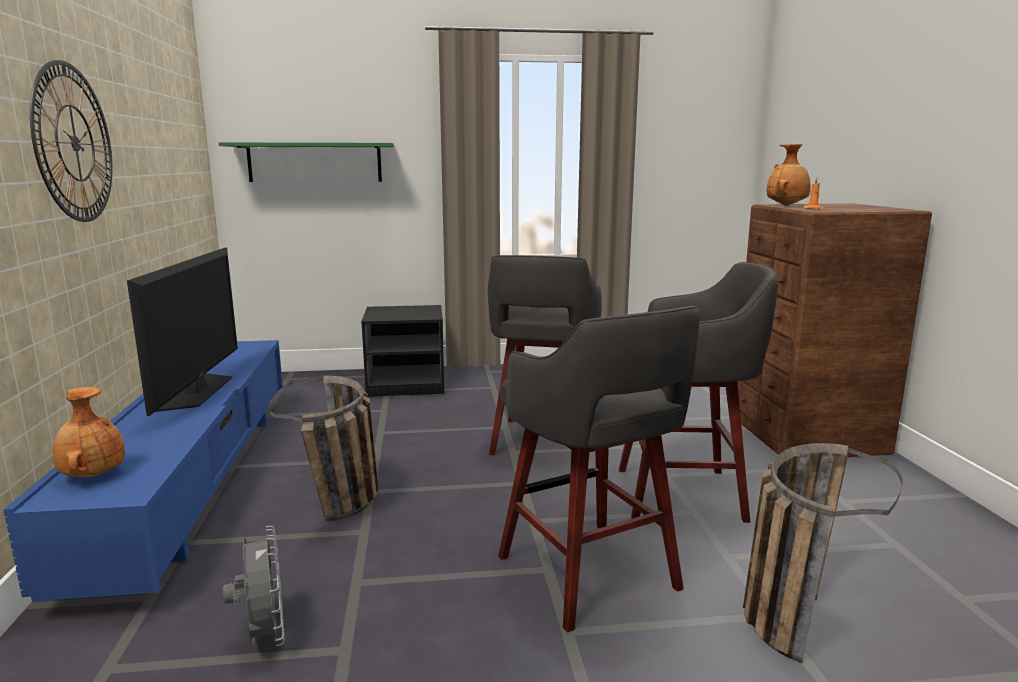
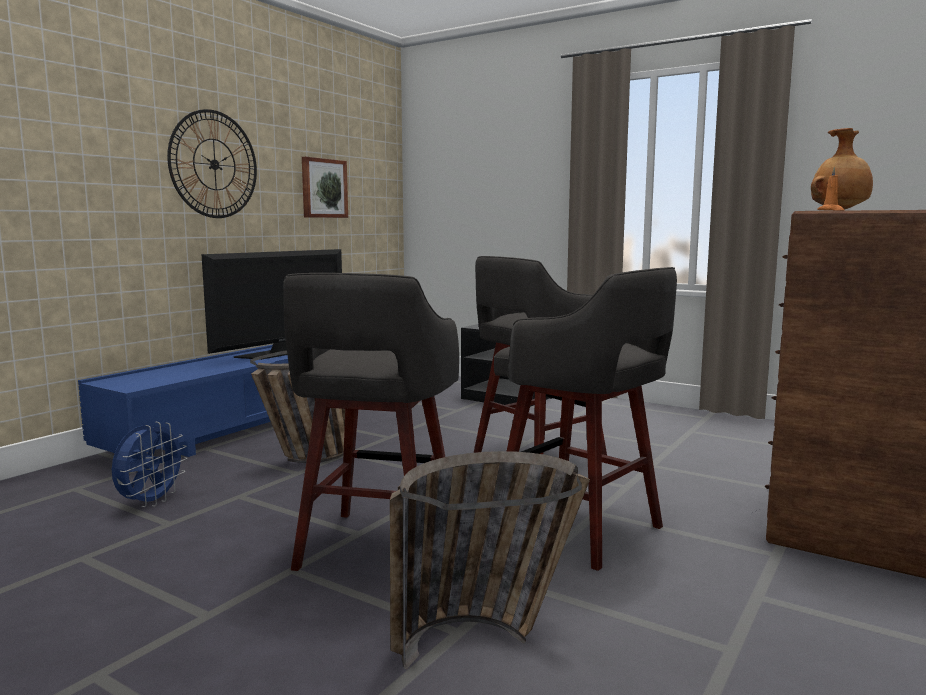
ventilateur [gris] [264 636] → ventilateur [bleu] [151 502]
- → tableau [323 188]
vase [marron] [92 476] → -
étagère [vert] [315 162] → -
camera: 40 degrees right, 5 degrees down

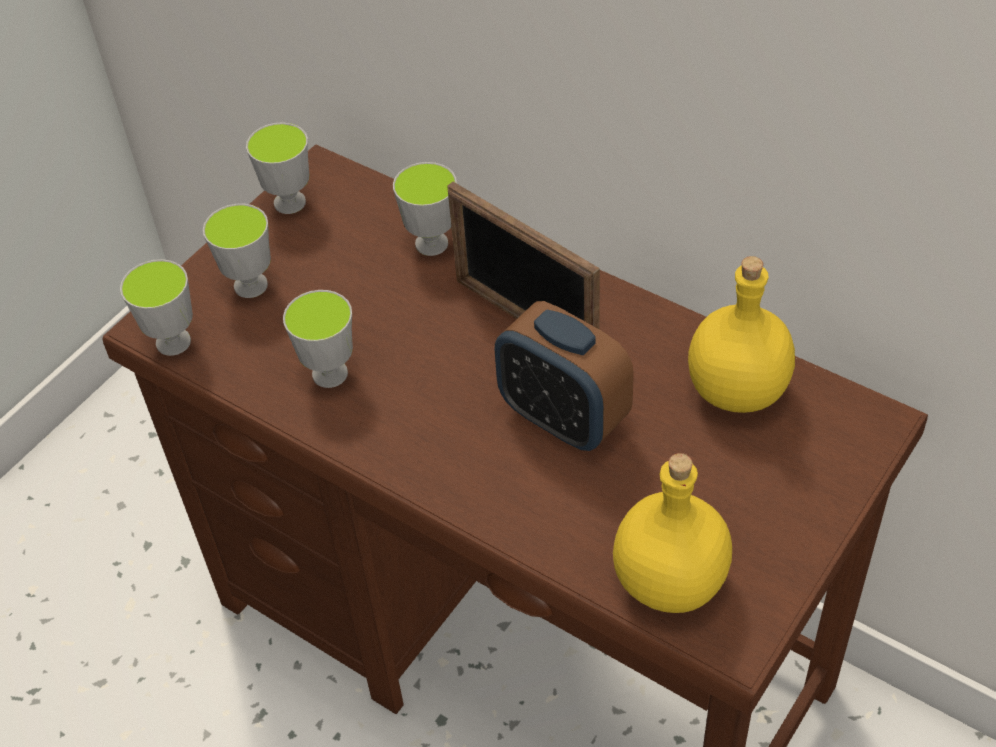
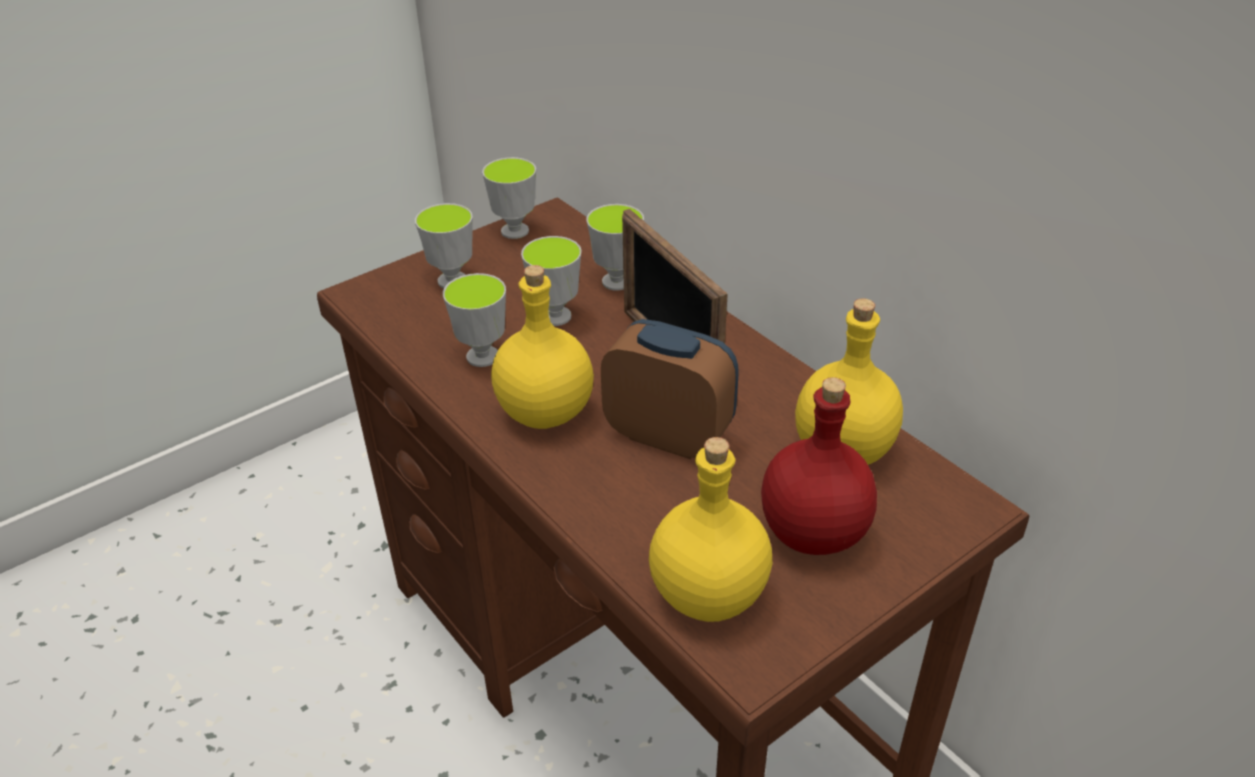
- → bouteille [jaune] [546 413]
tasse [173 342] → tasse [555 316], moved
réveil [563 418] → réveil [669 435], 150 degrees clockwise
- → bouteille [rouge] [813 534]
camera: 15 degrees right, 10 degrees down

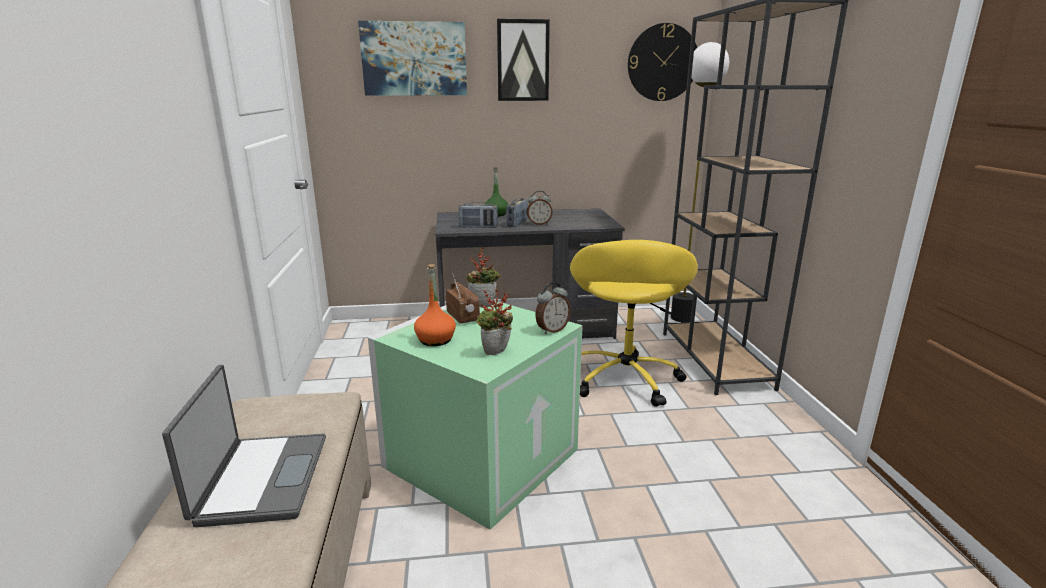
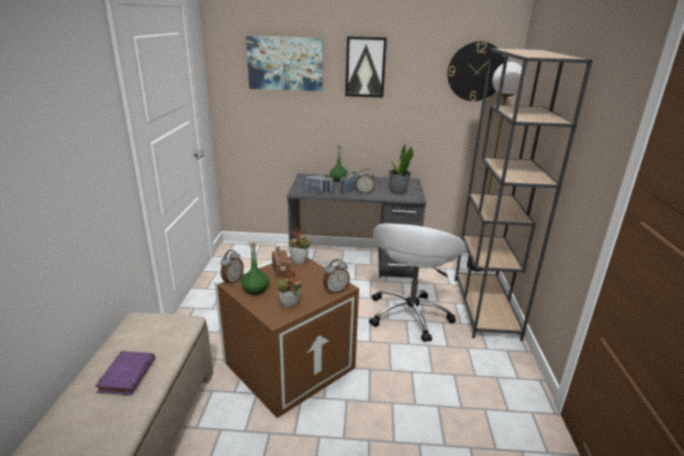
ordinateur portable [261 479] → livre [violet] [127 375]
boîte de rangement [vert] [481 456] → boîte de rangement [marron] [289 363]
- → réveil [232 281]
bouteille [orange] [435 340] → bouteille [vert] [255 289]
chaise de bureau [jaune] [624 381] → chaise de bureau [blanc] [409 317]
- → plante en pot [398 191]
camera: 10 degrees right, 5 degrees up

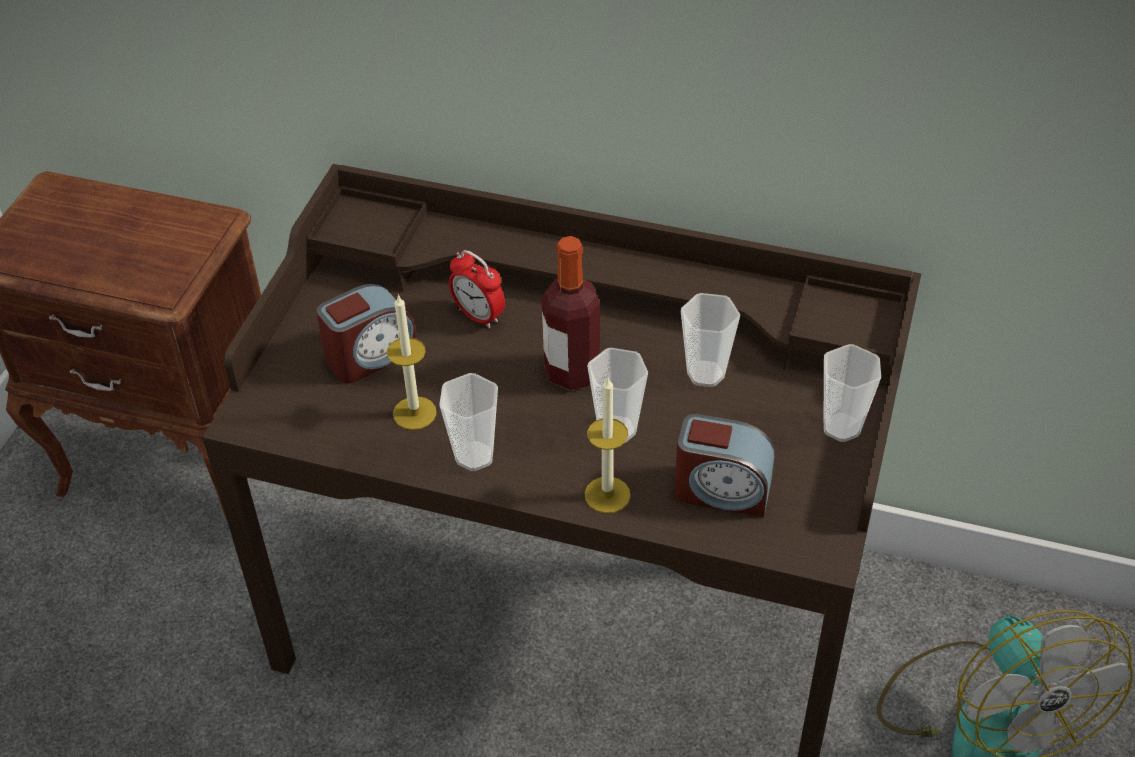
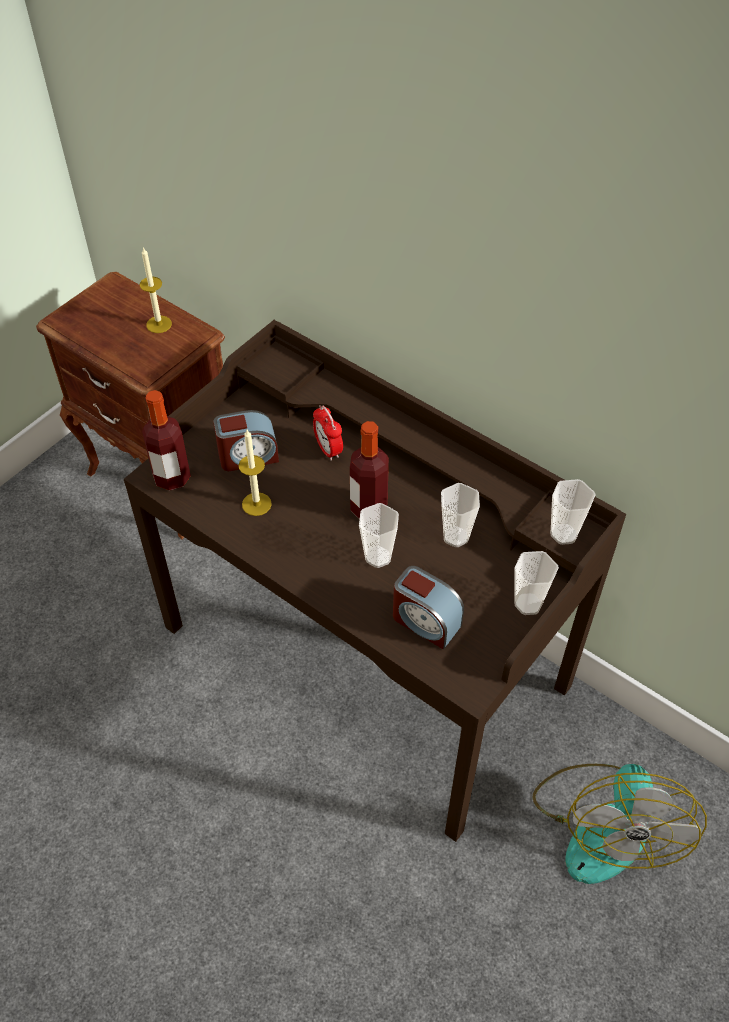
bougie [607 495] → bougie [159 324], moved
- → bouteille [172 477]
tasse [474 456] → tasse [564 534], moved
camera: 20 degrees right, 5 degrees up

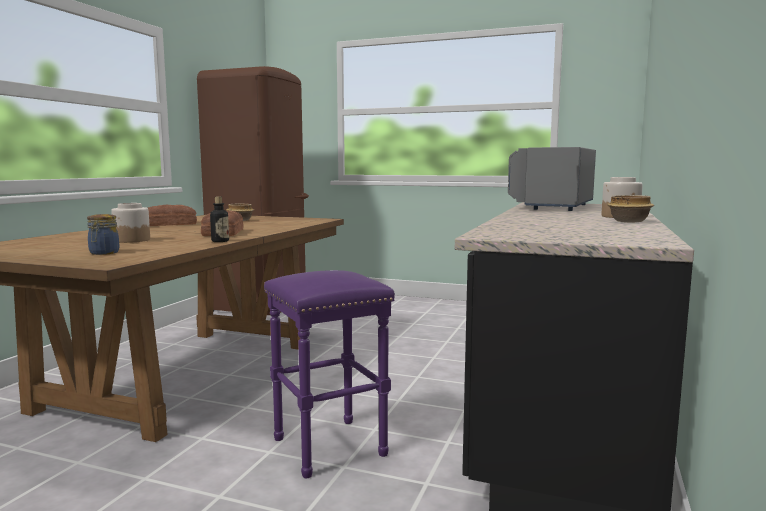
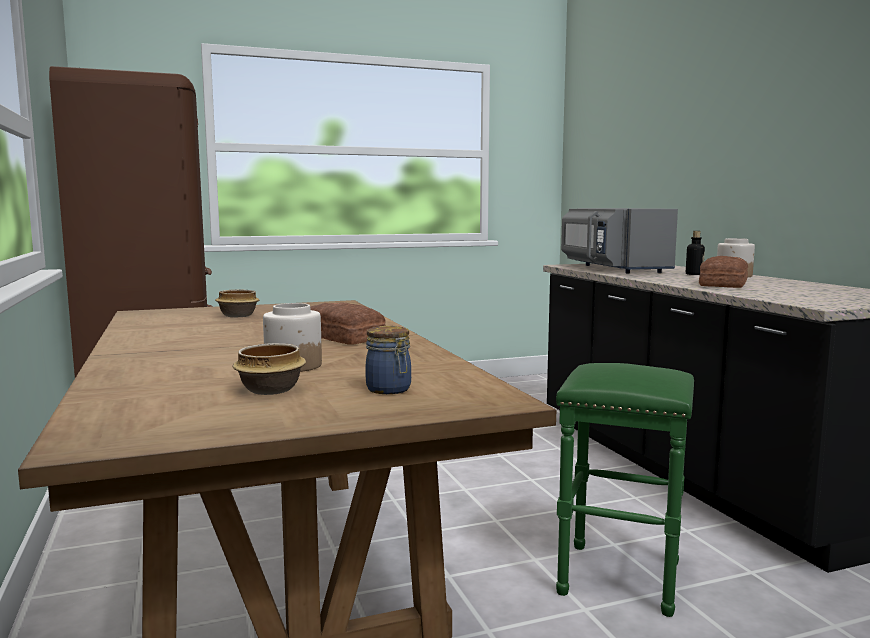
bol [630 221] → bol [272 390], moved
tabouret [violet] [328 448] → tabouret [vert] [621 579]
bouteille [220 241] → bouteille [694 274], moved
pain [169 224] → pain [721 284], moved
camera: 40 degrees left, 0 degrees up

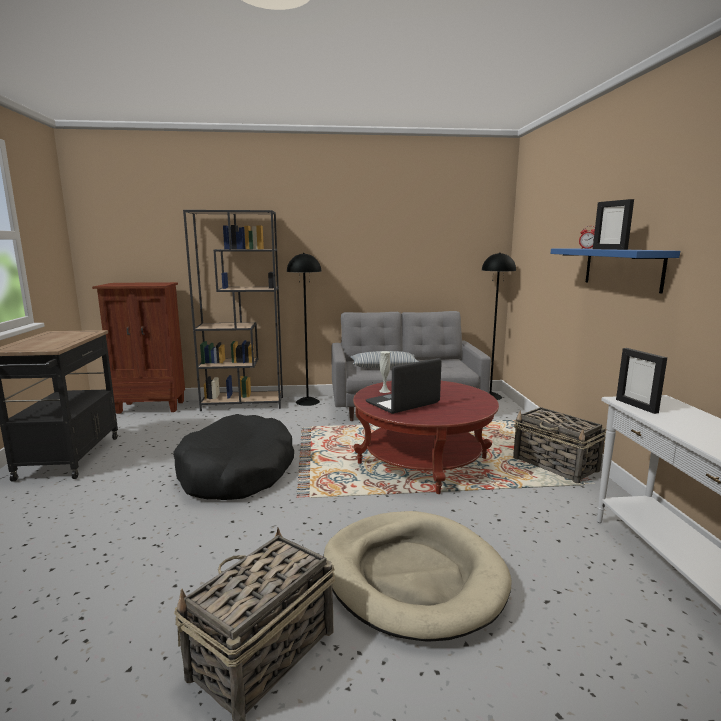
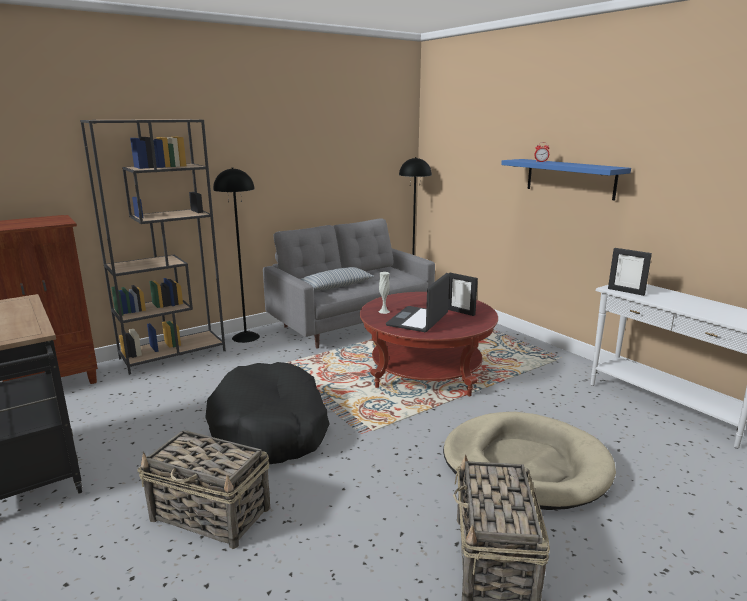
panier [556 465] → panier [211 514], moved
cadre photo [610 249] → cadre photo [460 312], moved
camera: 30 degrees left, 5 degrees up

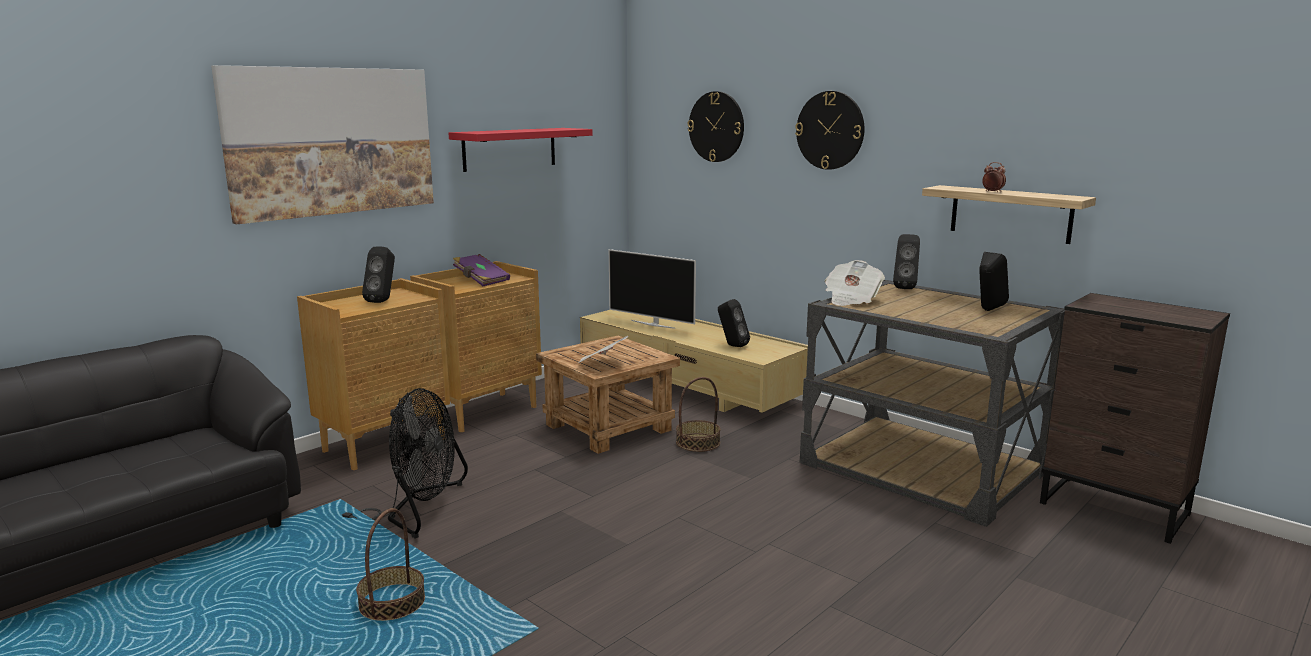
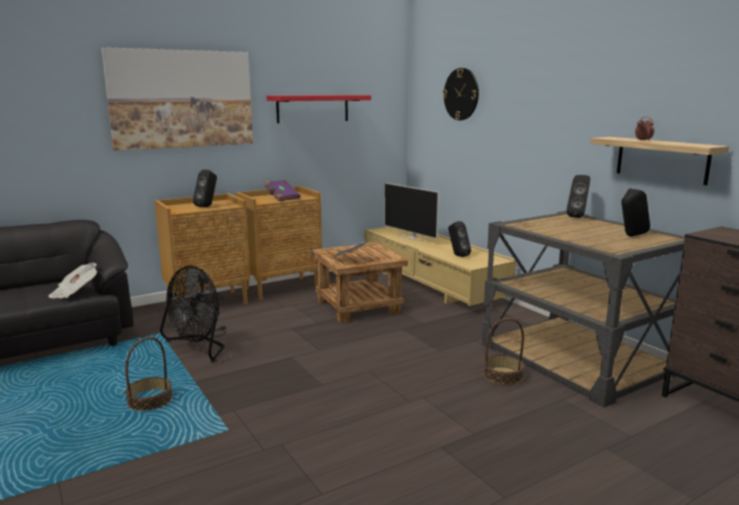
journal [851 299] → journal [75 293], moved
ventilateur [noir] [415 509] → ventilateur [noir] [201 345], 105 degrees clockwise
panier [698 442] → panier [502 376], moved
horloge murale [830 130] → -
camera: 15 degrees right, 0 degrees up

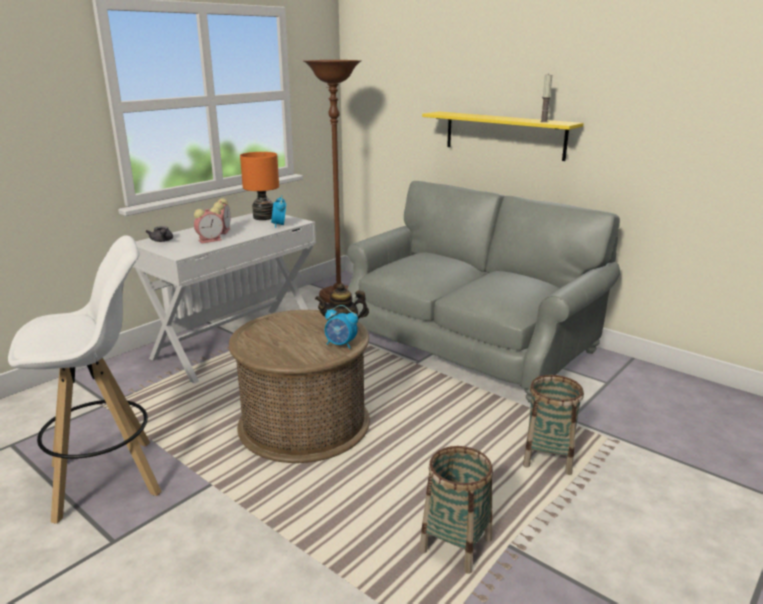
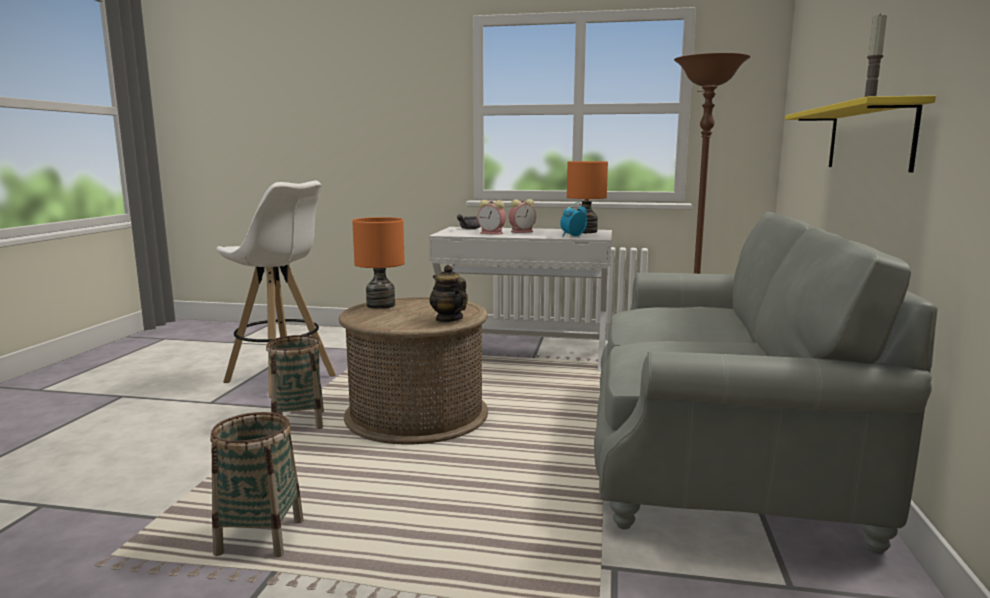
panier [548 457] → panier [298 422], moved
- → lampe de table [orange] [381 305]
réveil [341 344] → -
camera: 60 degrees right, 10 degrees down

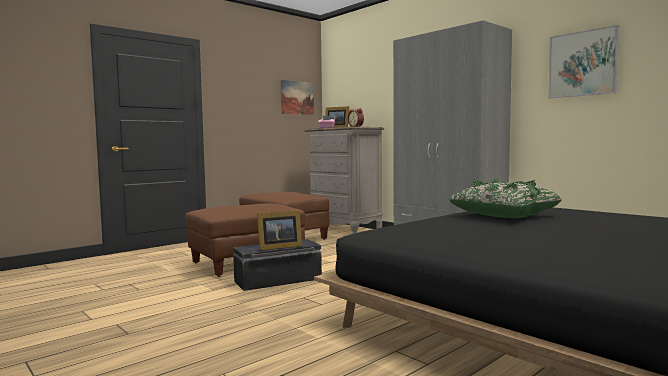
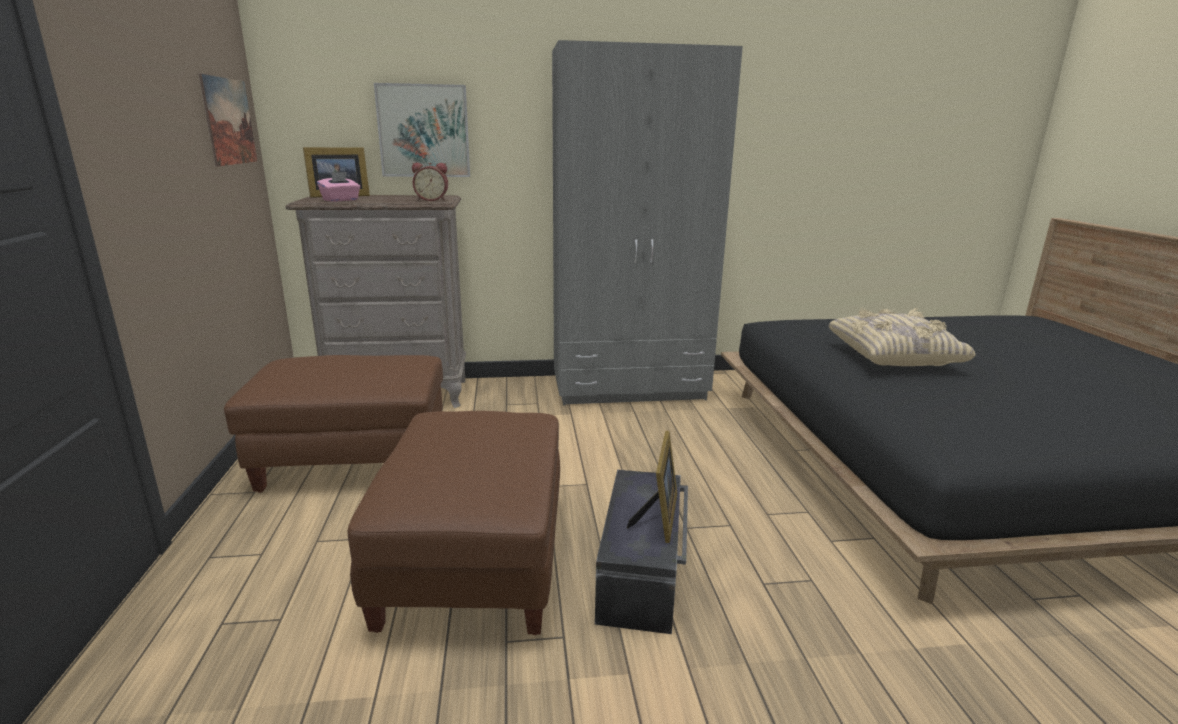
tableau [582 63] → tableau [423 131], moved
coussin [vert] [504 216] → coussin [beige] [893 359]
camera: 55 degrees left, 15 degrees up

